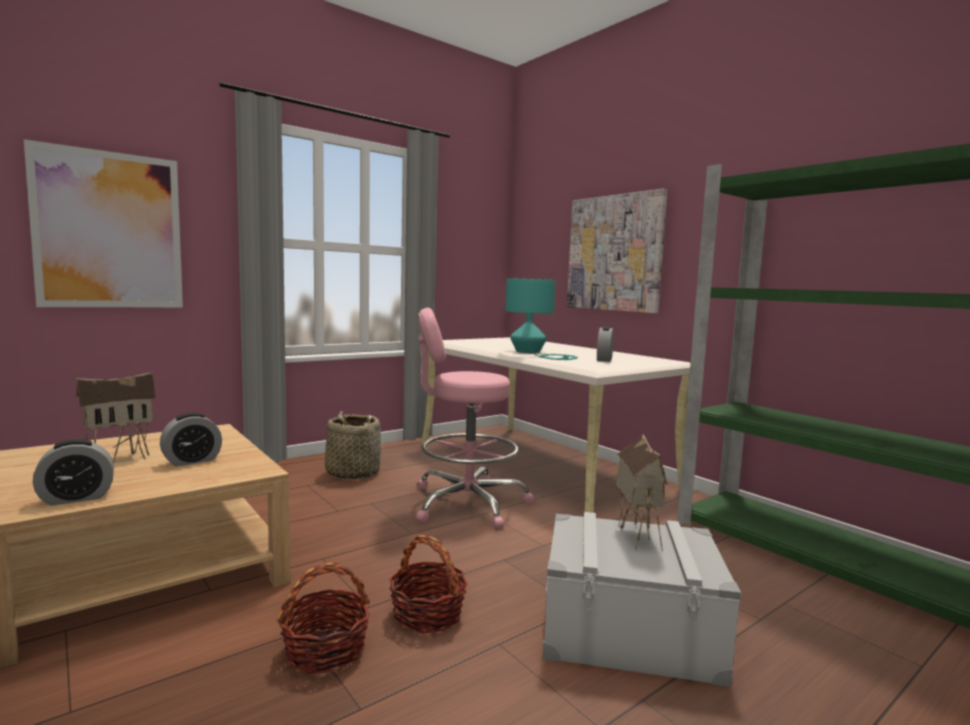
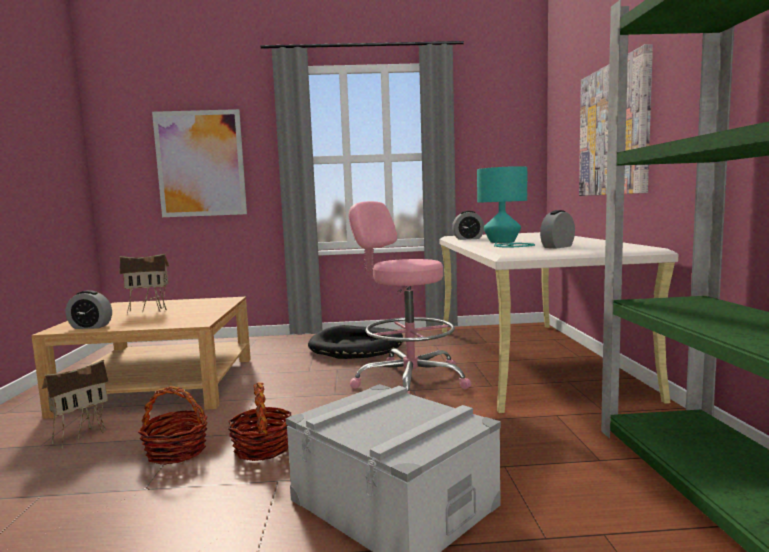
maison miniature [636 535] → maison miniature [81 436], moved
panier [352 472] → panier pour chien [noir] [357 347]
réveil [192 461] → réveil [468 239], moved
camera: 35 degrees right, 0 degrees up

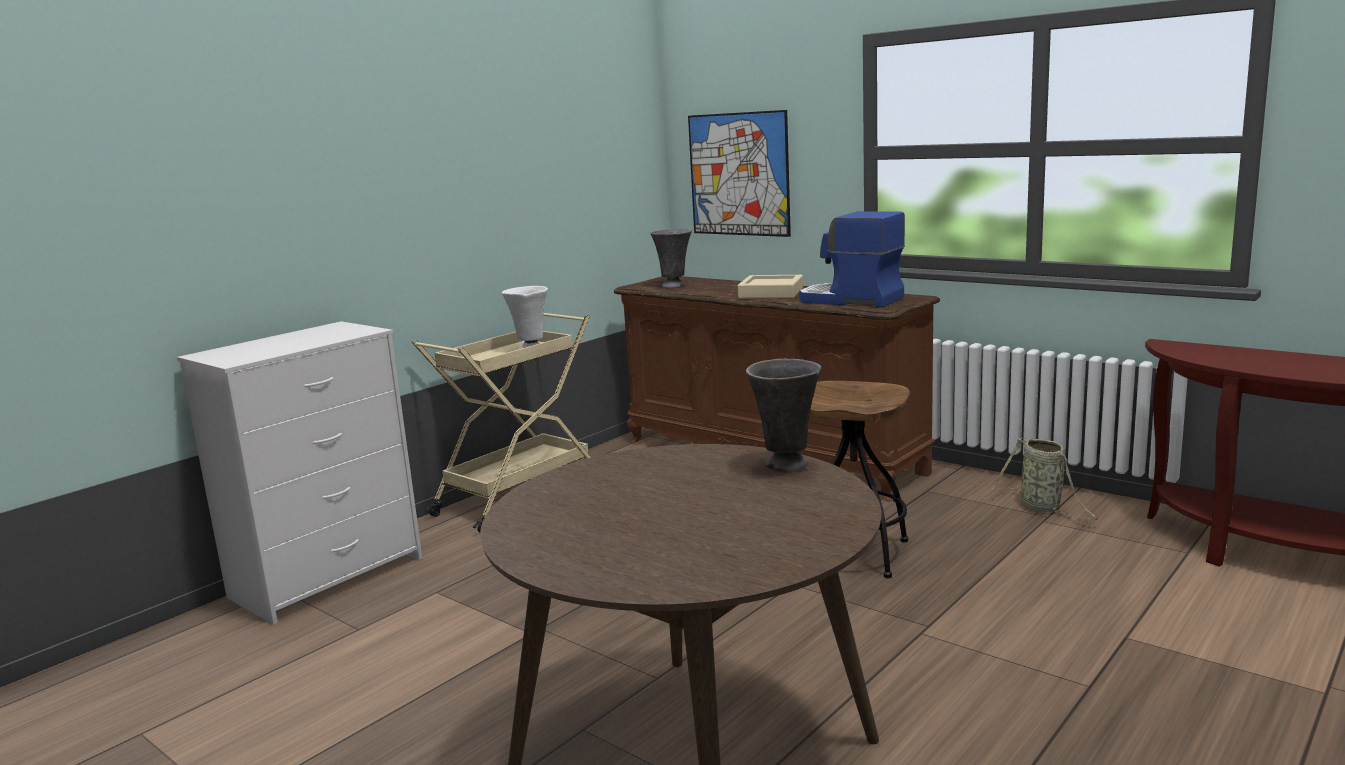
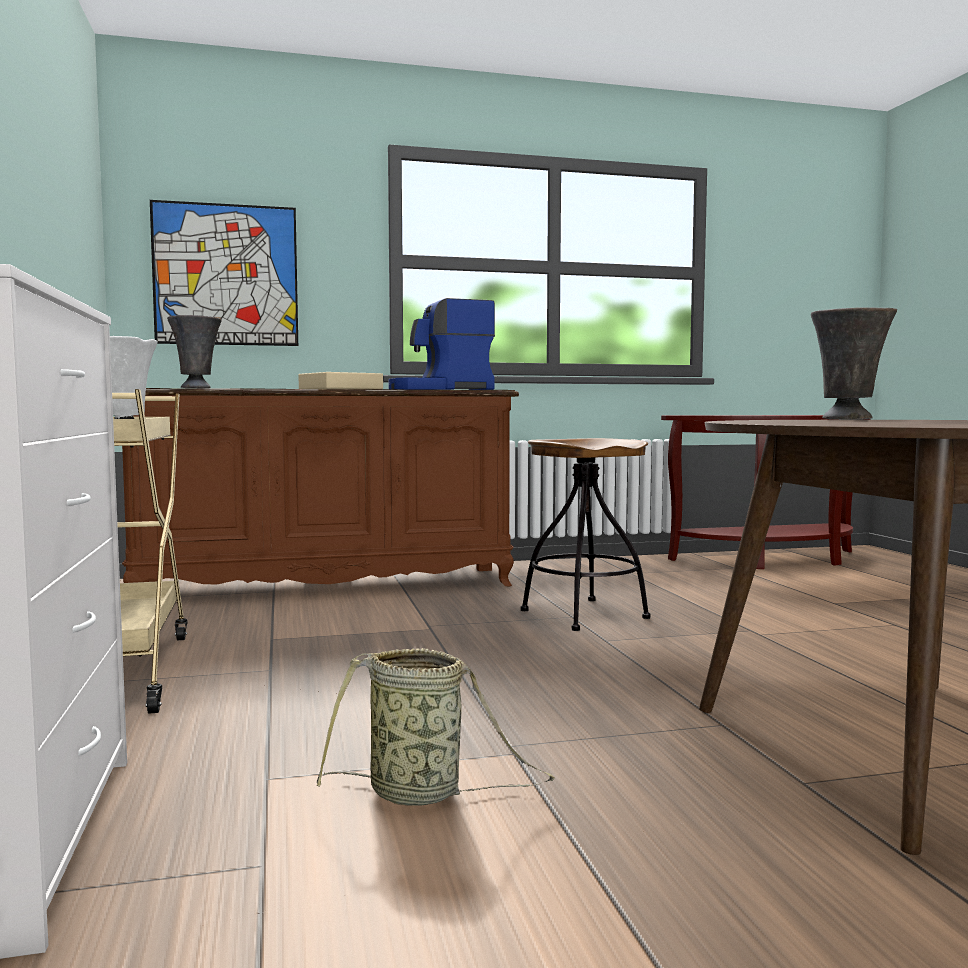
panier [1043 508] → panier [422 794], moved
camera: 55 degrees left, 10 degrees down

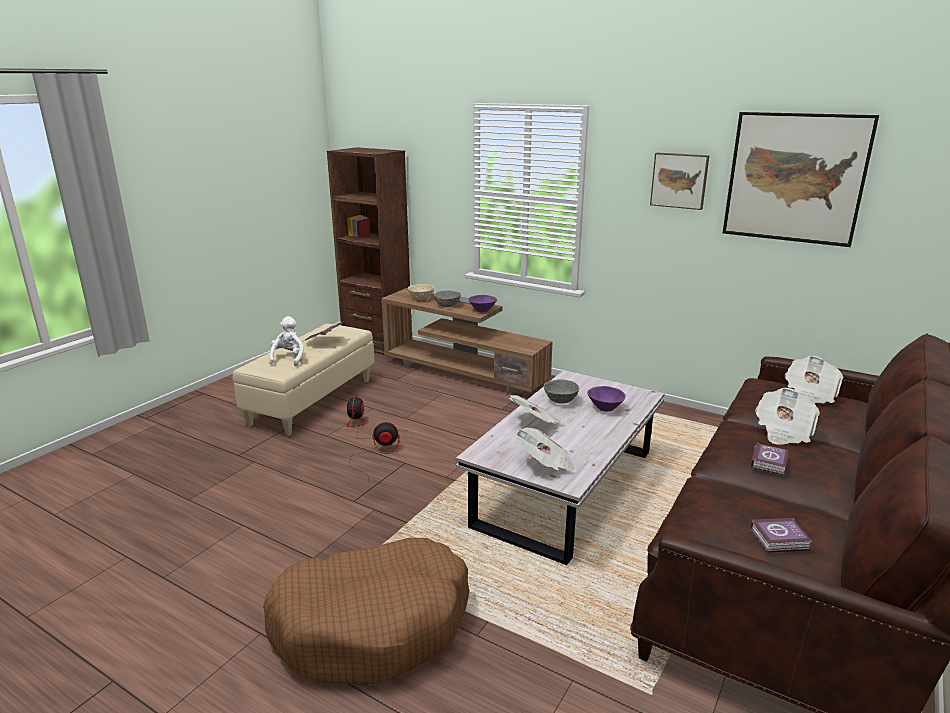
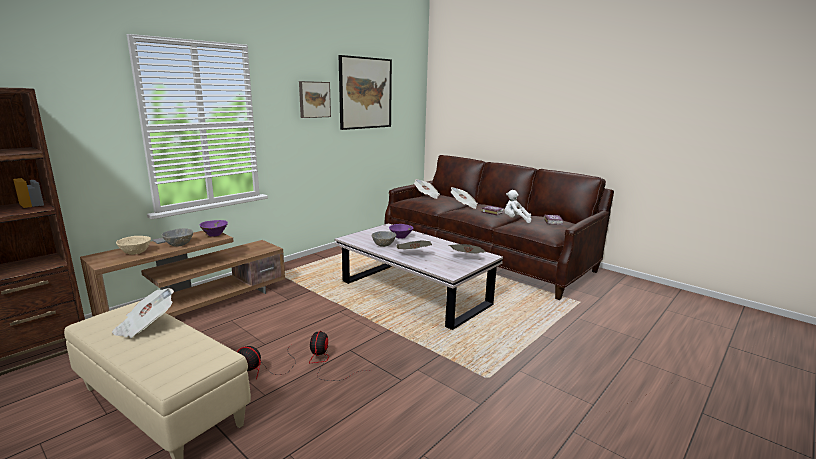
peluche [blanc] [289 358] → peluche [blanc] [515 220], moved
panier pour chien [marron] [373 624] → -
camera: 80 degrees left, 5 degrees down

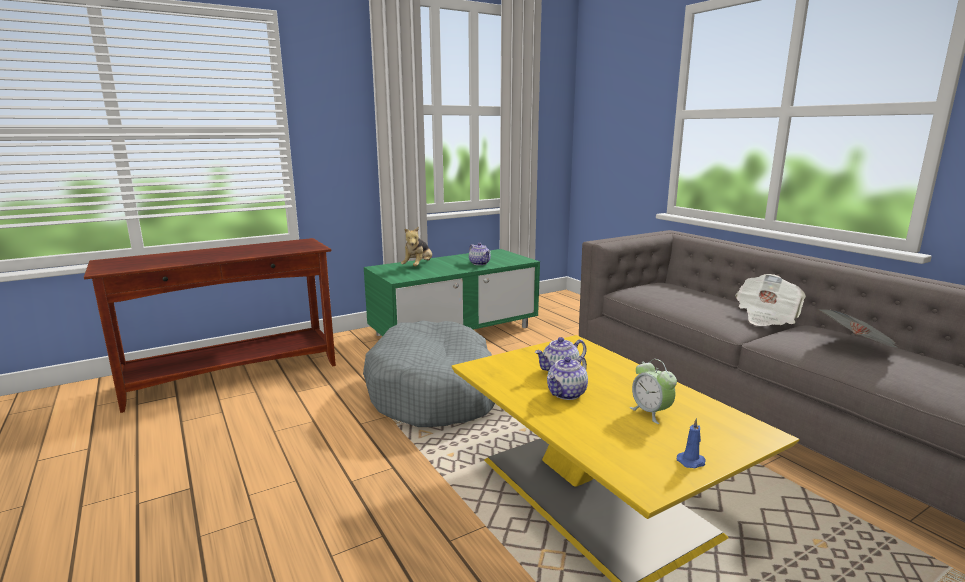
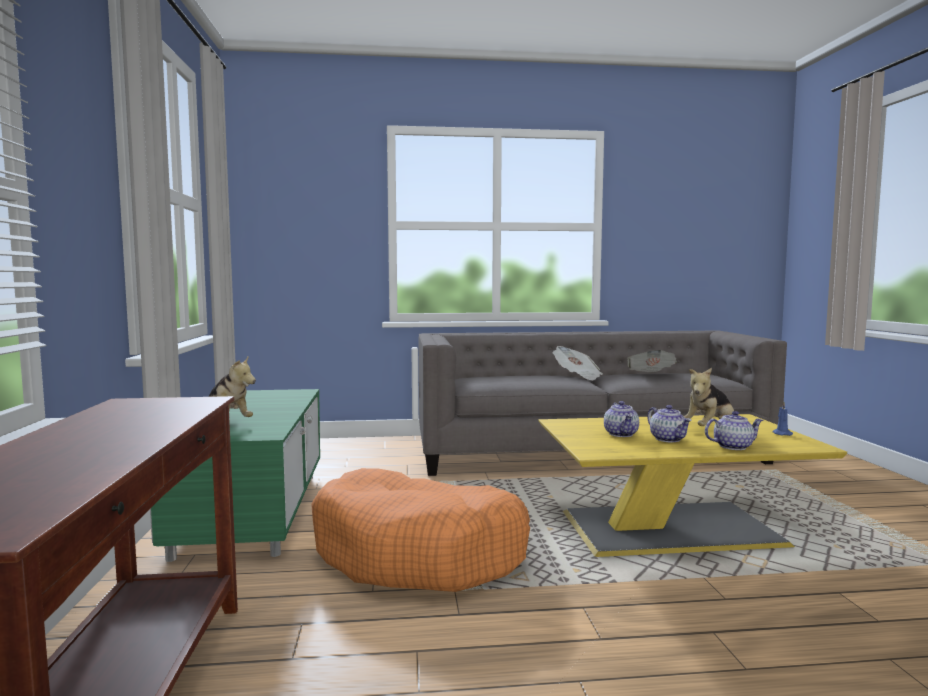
panier pour chien [gris] [435 392] → panier pour chien [orange] [420 554]
réveil [651 413] → peluche [709 428]
théière [480 263] → théière [733 446], moved
camera: 65 degrees left, 10 degrees down

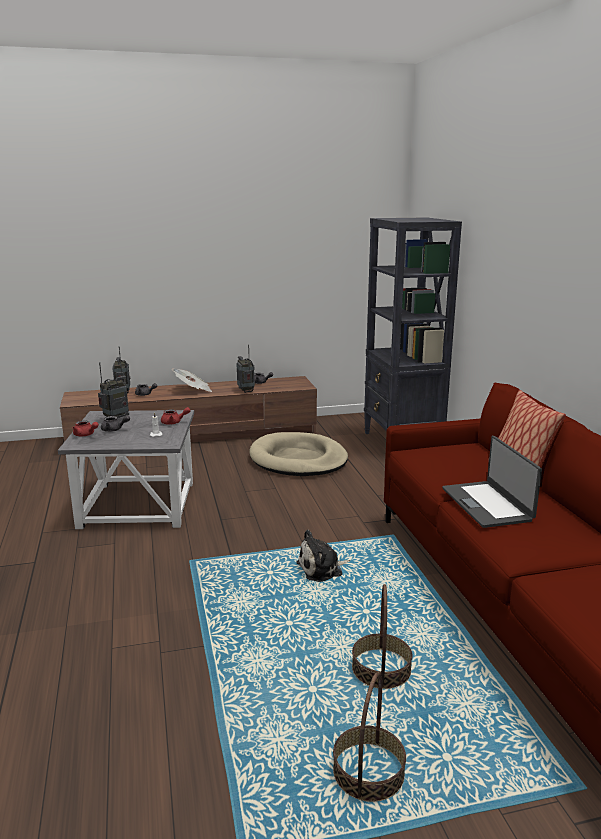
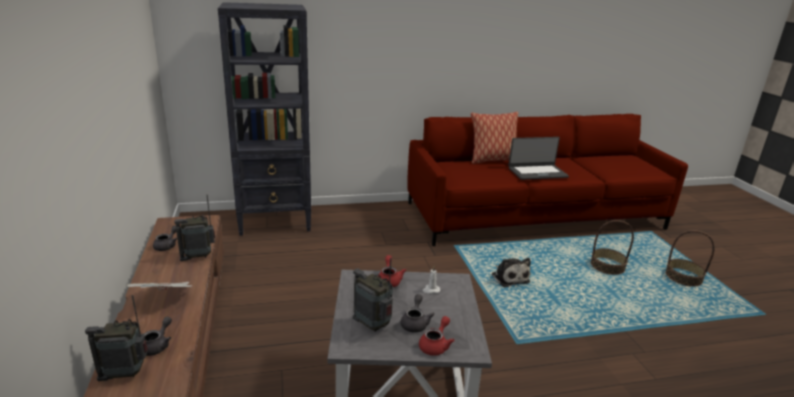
panier pour chien [beige] [298 459] → -
camera: 90 degrees left, 5 degrees up

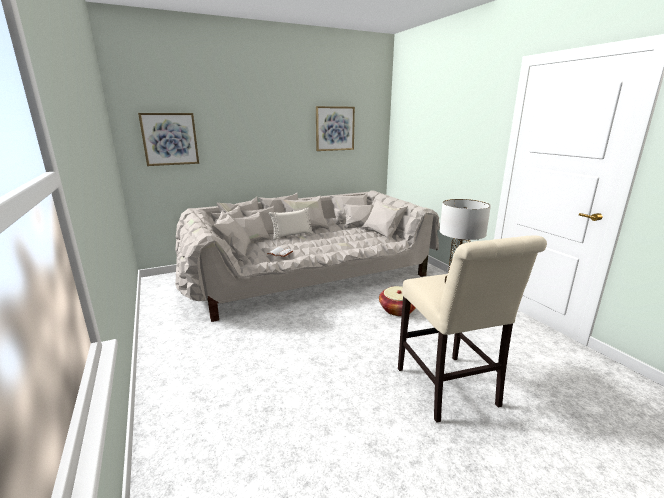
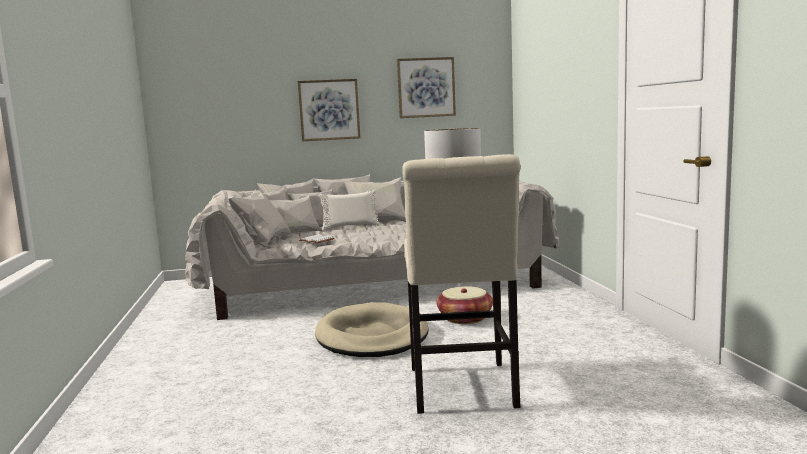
tableau [170 139] → tableau [329 110], moved
- → panier pour chien [beige] [372 336]
camera: 15 degrees right, 10 degrees down

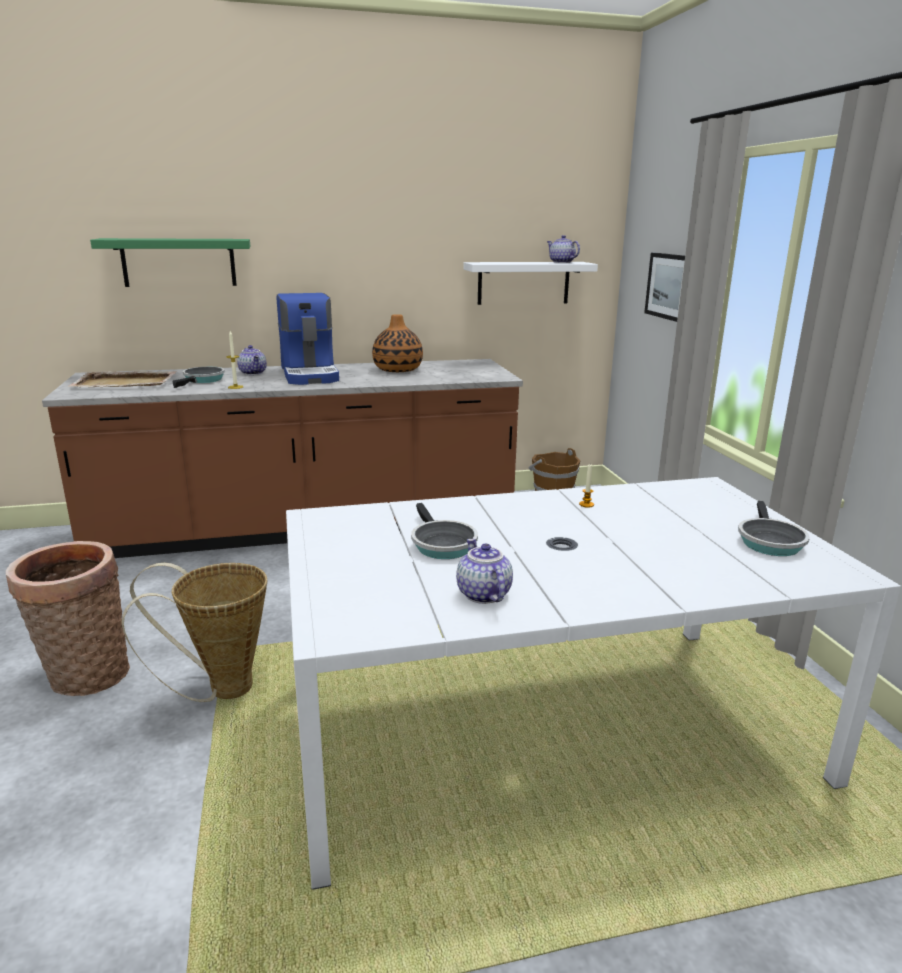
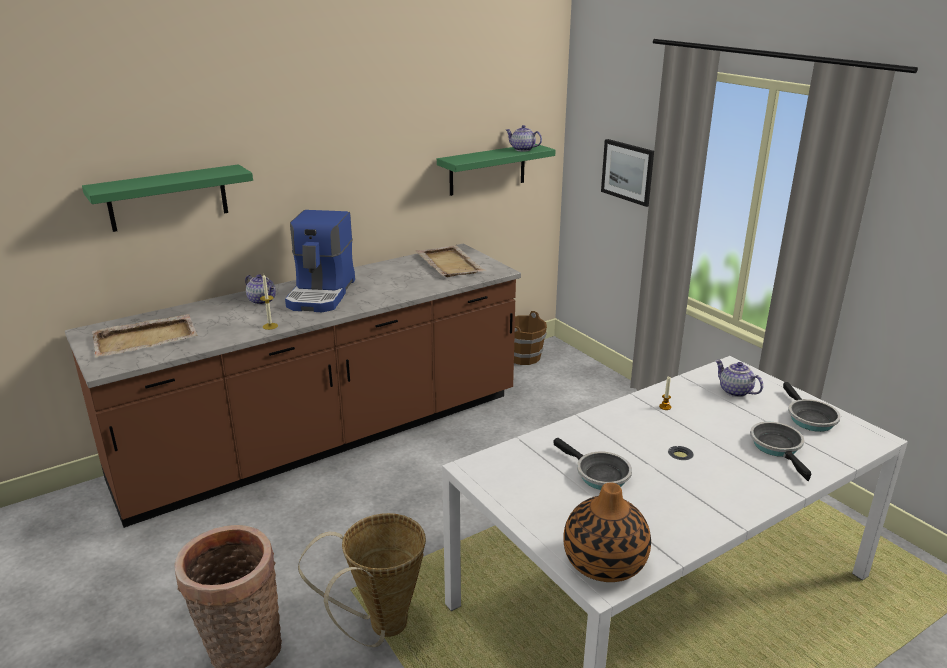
machine à café [310 374] → machine à café [322 294], 45 degrees clockwise
- → plateau [beige] [449 263]
étagère [blanc] [523 283] → étagère [vert] [487 169]
vase [397 369] → vase [604 562], moved
théière [482 594] → théière [734 391], moved
poêle [202 380] → poêle [778 448], moved
camera: 20 degrees left, 5 degrees up

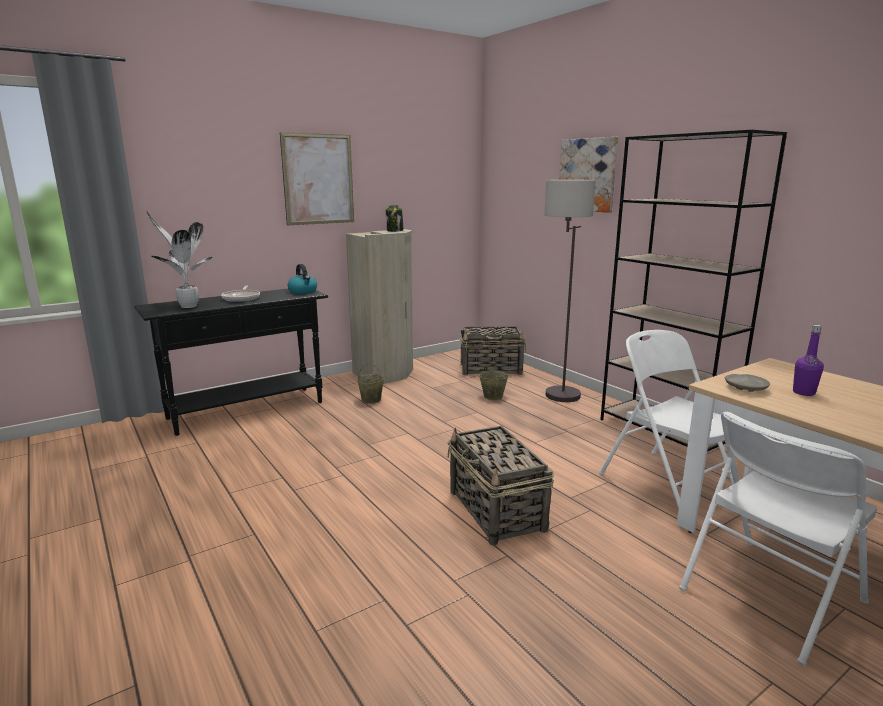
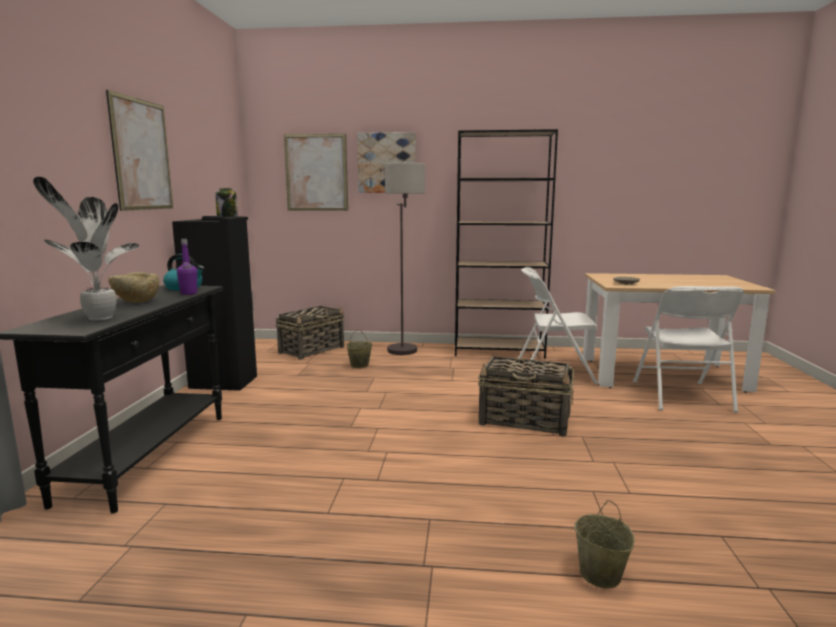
poêle [242 298] → bol [beige] [136 302]
meuble de rangement [beige] [386 373] → meuble de rangement [noir] [226 378]
bouteille [violet] [803 392] → bouteille [violet] [189 293], moved
- → tableau [316 172]
seau [beige] [371 400] → seau [beige] [601 575], moved
camera: 50 degrees left, 5 degrees down

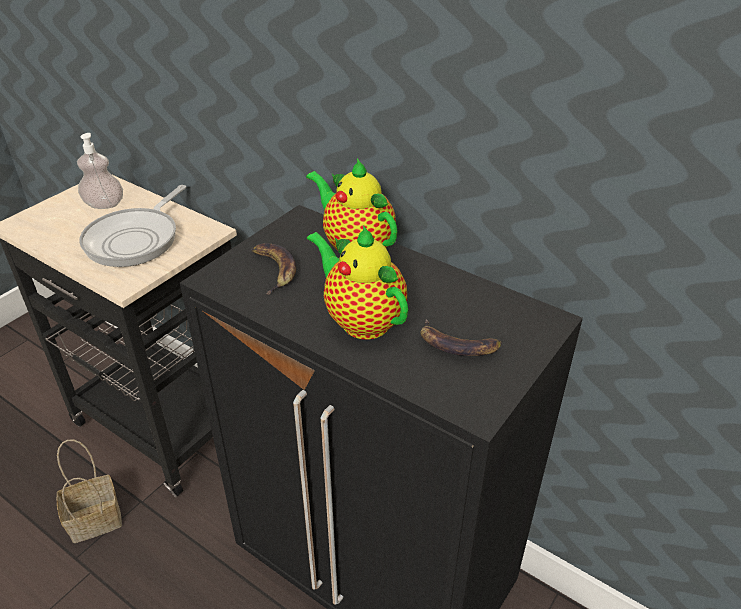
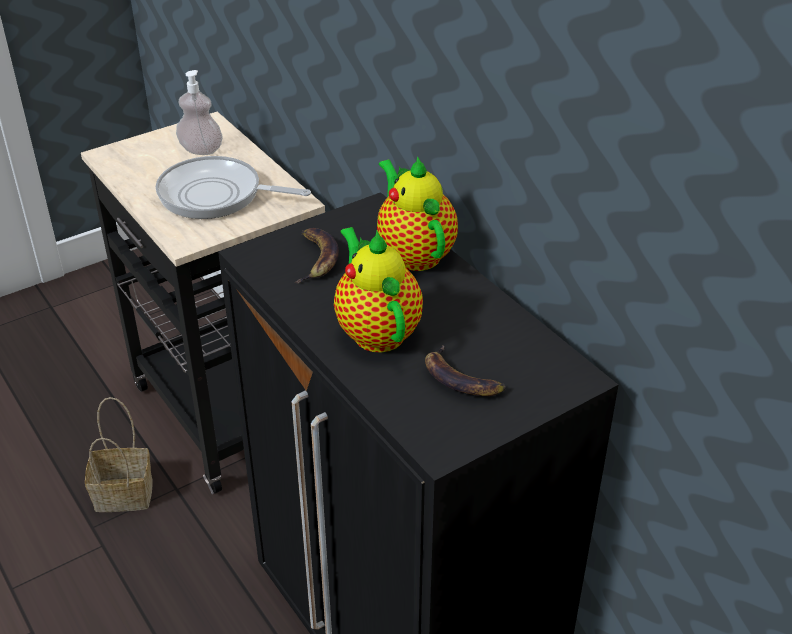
poêle [136 239] → poêle [216 195], 60 degrees clockwise
camera: 20 degrees right, 0 degrees up

